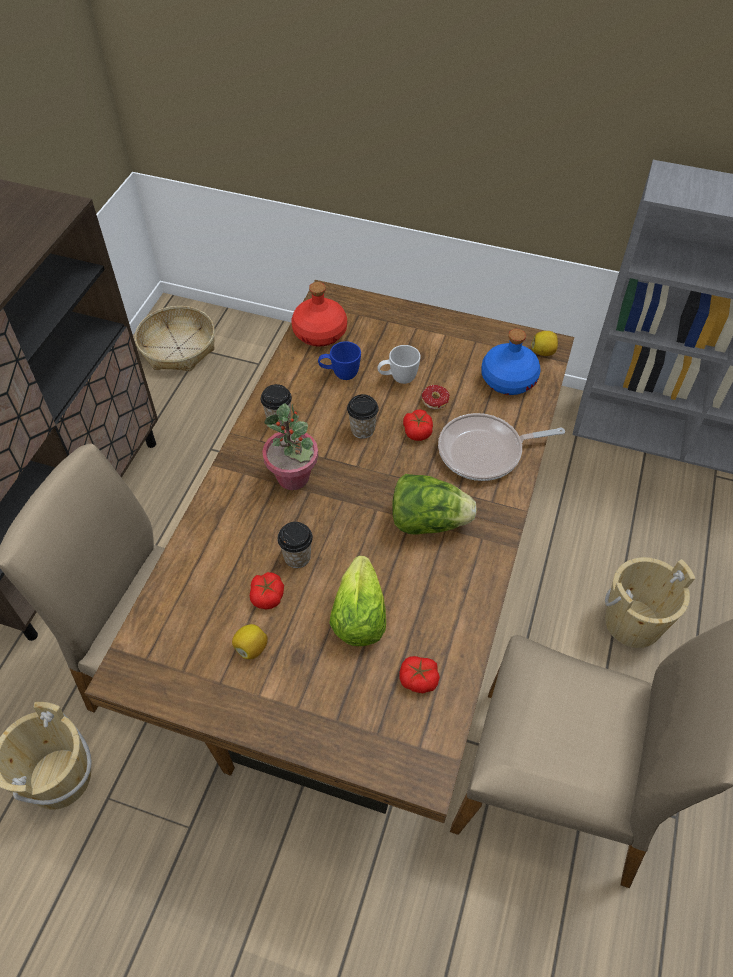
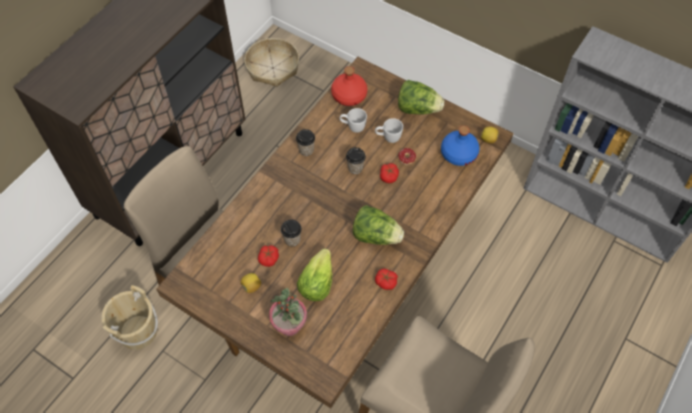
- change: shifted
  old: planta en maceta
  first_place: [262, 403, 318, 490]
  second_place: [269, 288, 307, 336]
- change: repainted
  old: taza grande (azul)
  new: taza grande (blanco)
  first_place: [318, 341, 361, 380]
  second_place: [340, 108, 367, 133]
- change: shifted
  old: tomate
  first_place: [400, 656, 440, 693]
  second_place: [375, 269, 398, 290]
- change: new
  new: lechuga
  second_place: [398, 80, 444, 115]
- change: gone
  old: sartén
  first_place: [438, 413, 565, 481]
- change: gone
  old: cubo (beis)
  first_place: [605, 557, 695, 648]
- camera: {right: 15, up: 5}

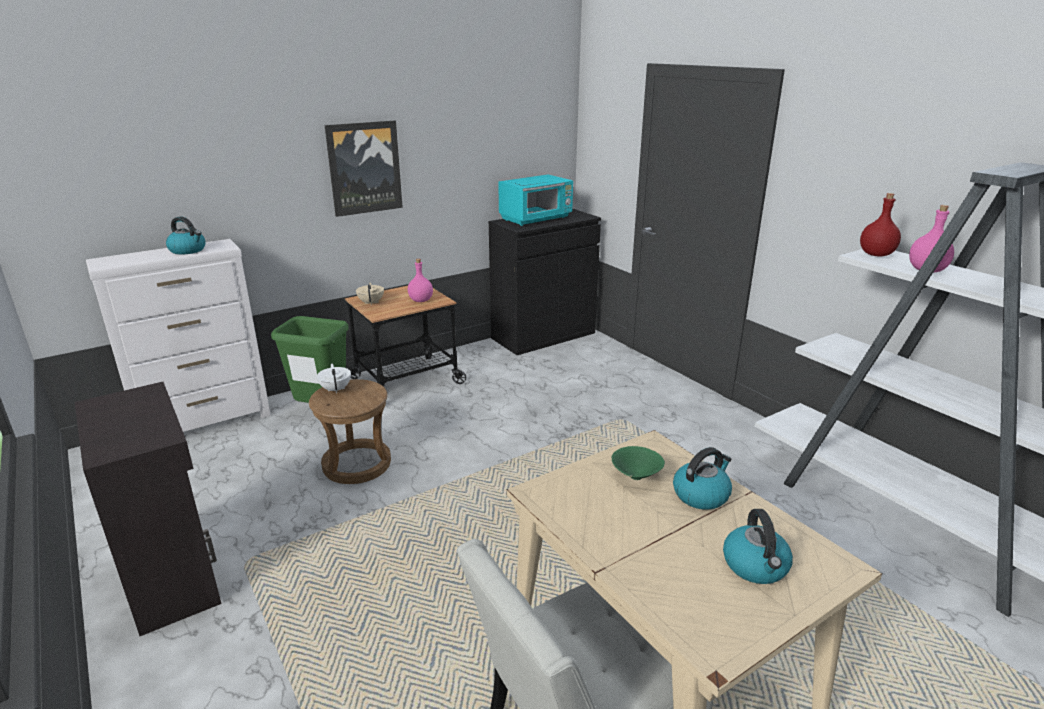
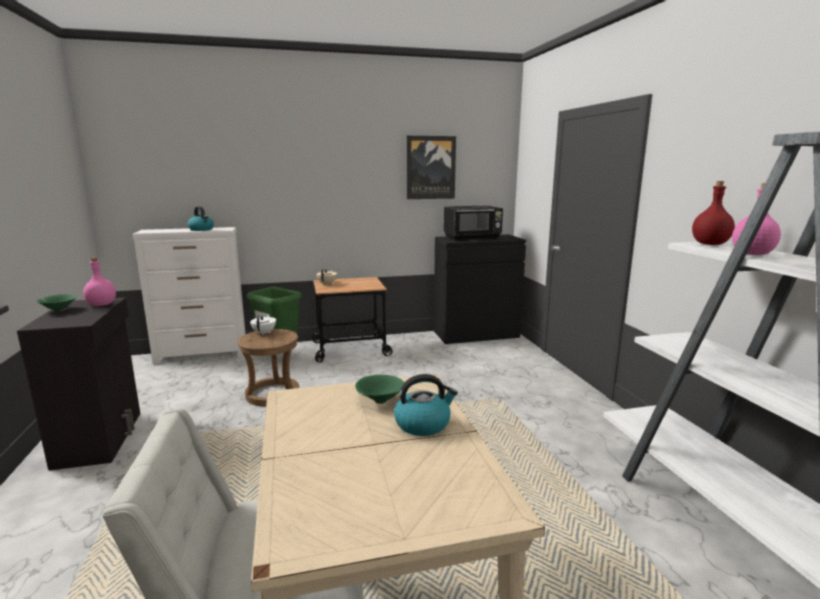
- change: new
  new: cuenco (verde)
  second_place: [36, 294, 77, 312]
- change: shifted
  old: botella (rosa)
  first_place: [408, 259, 433, 302]
  second_place: [83, 257, 116, 306]
- change: shifted
  old: cuadro
  first_place: [325, 120, 403, 217]
  second_place: [407, 136, 456, 199]
- change: repainted
  old: microondas (turquesa)
  new: microondas (negro)
  first_place: [498, 174, 573, 226]
  second_place: [444, 206, 503, 240]
- change: gone
  old: hervidor
  first_place: [723, 509, 793, 584]
- camera: {right: 20, up: -10}

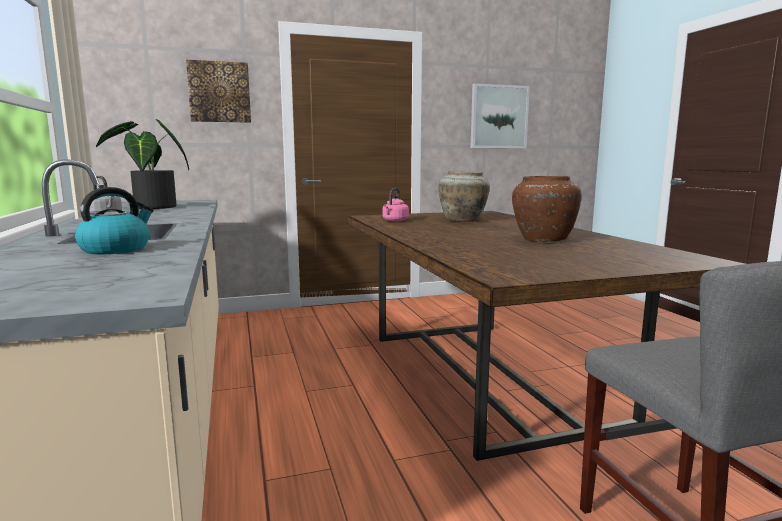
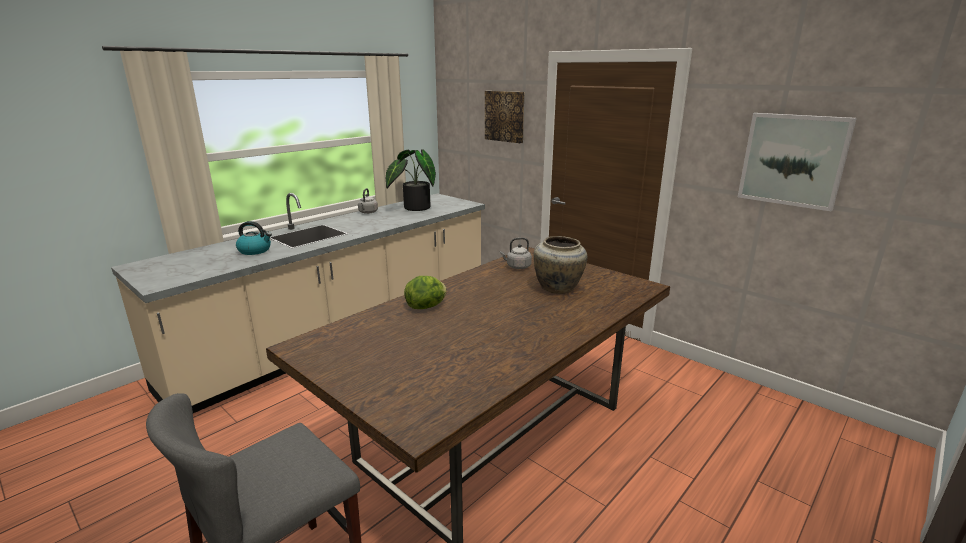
- change: new
  new: lechuga
  second_place: [404, 276, 447, 309]
- change: repainted
  old: hervidor (rosa)
  new: hervidor (gris)
  first_place: [383, 188, 409, 222]
  second_place: [500, 237, 532, 269]
- change: gone
  old: florero (marrón)
  first_place: [512, 176, 582, 242]
- camera: {right: 60, up: 10}

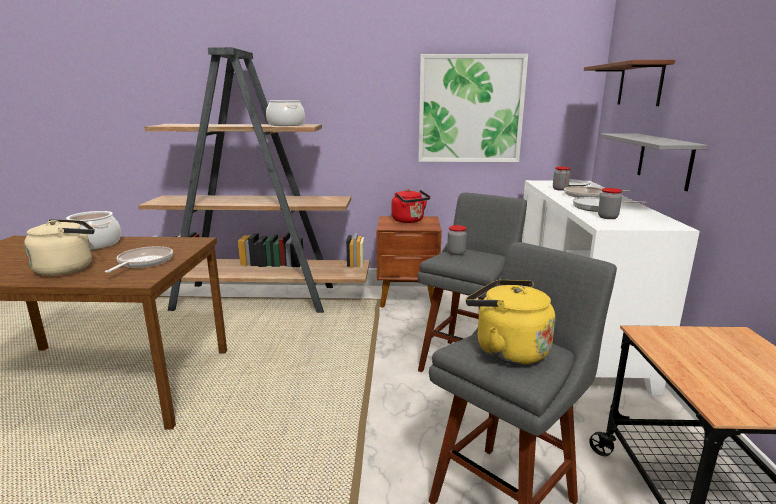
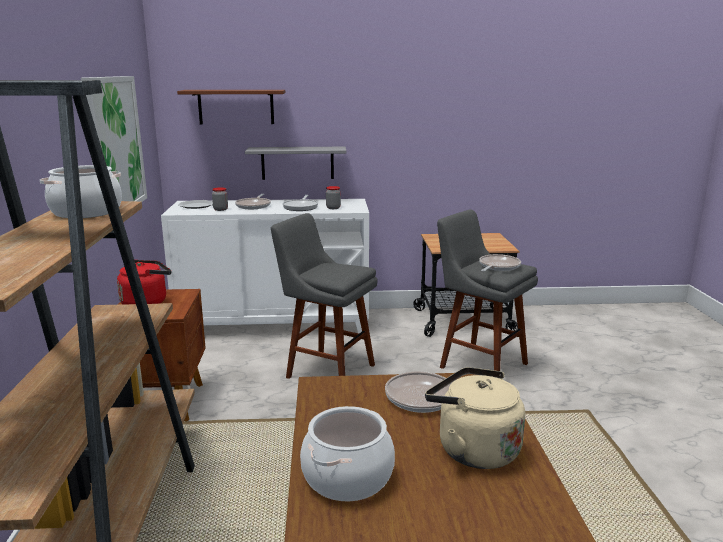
- change: swapped
  old: hervidor (amarillo)
  new: sartén
  first_place: [466, 280, 555, 365]
  second_place: [479, 254, 521, 272]
- change: gone
  old: tarro
  first_place: [447, 225, 467, 255]
- camera: {right: -95, up: 0}

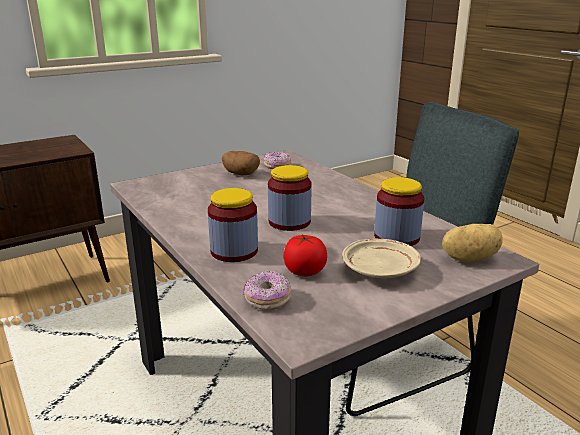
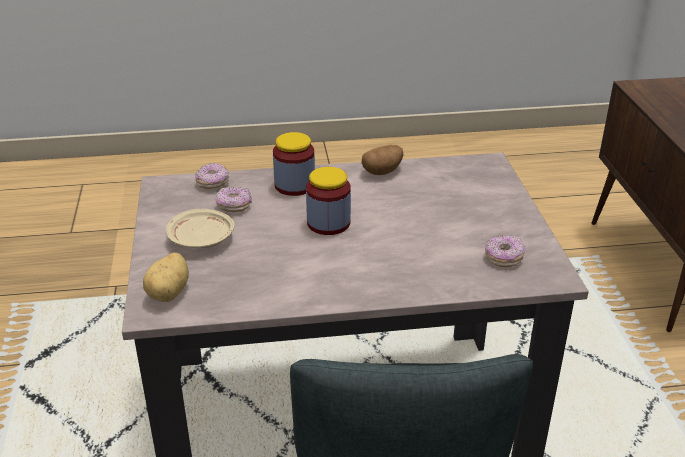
- change: swapped
  old: tomate
  new: rosquilla
  first_place: [284, 234, 327, 276]
  second_place: [215, 187, 252, 212]
- change: shifted
  old: patata
  first_place: [222, 151, 260, 175]
  second_place: [362, 145, 404, 175]
- change: gone
  old: tarro
  first_place: [374, 177, 424, 246]
- camera: {right: 115, up: 10}

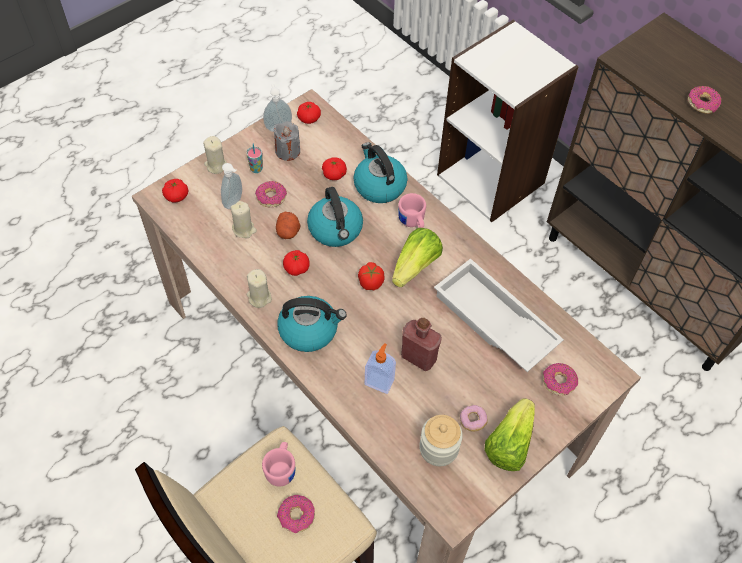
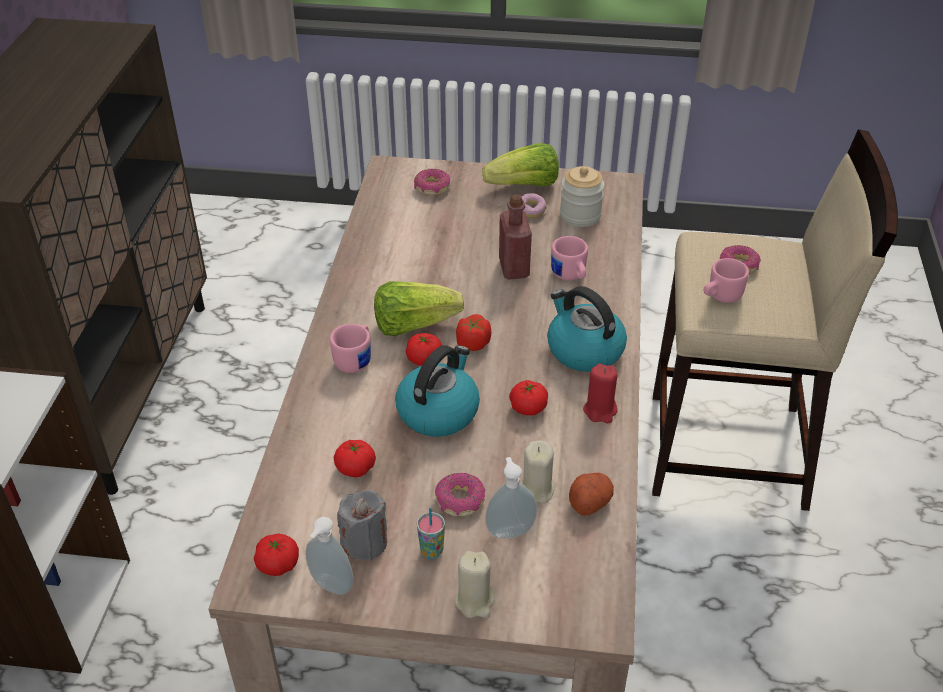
- change: shifted
  old: tomate
  first_place: [162, 179, 189, 202]
  second_place: [406, 333, 442, 366]
- change: swapped
  old: dispensador de jabón
  new: taza grande (rosa)
  first_place: [365, 343, 396, 394]
  second_place: [551, 236, 588, 280]
- change: shifted
  old: patata
  first_place: [276, 212, 301, 239]
  second_place: [569, 473, 614, 516]
- change: repainted
  old: vela (beis)
  new: vela (rojo)
  first_place: [247, 269, 272, 308]
  second_place: [583, 364, 618, 423]
- change: gone
  old: hervidor
  first_place: [353, 142, 407, 203]
- change: gone
  old: bandeja (blanco)
  first_place: [434, 259, 564, 372]
- change: gone
  old: rosquilla
  first_place: [688, 86, 721, 114]
- camera: {right: -130, up: -15}

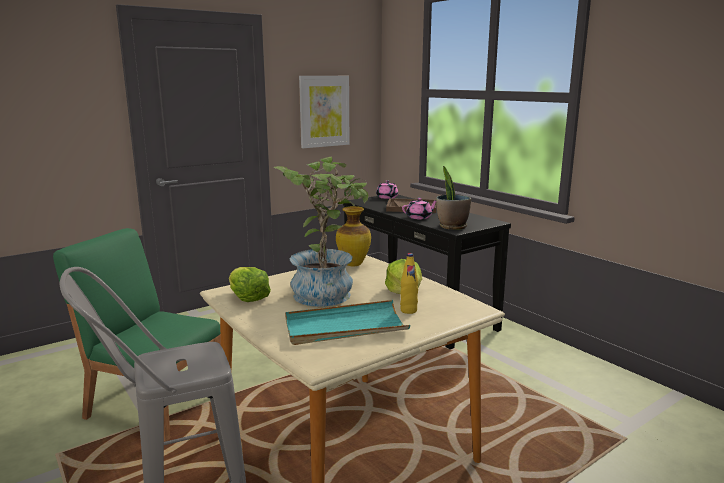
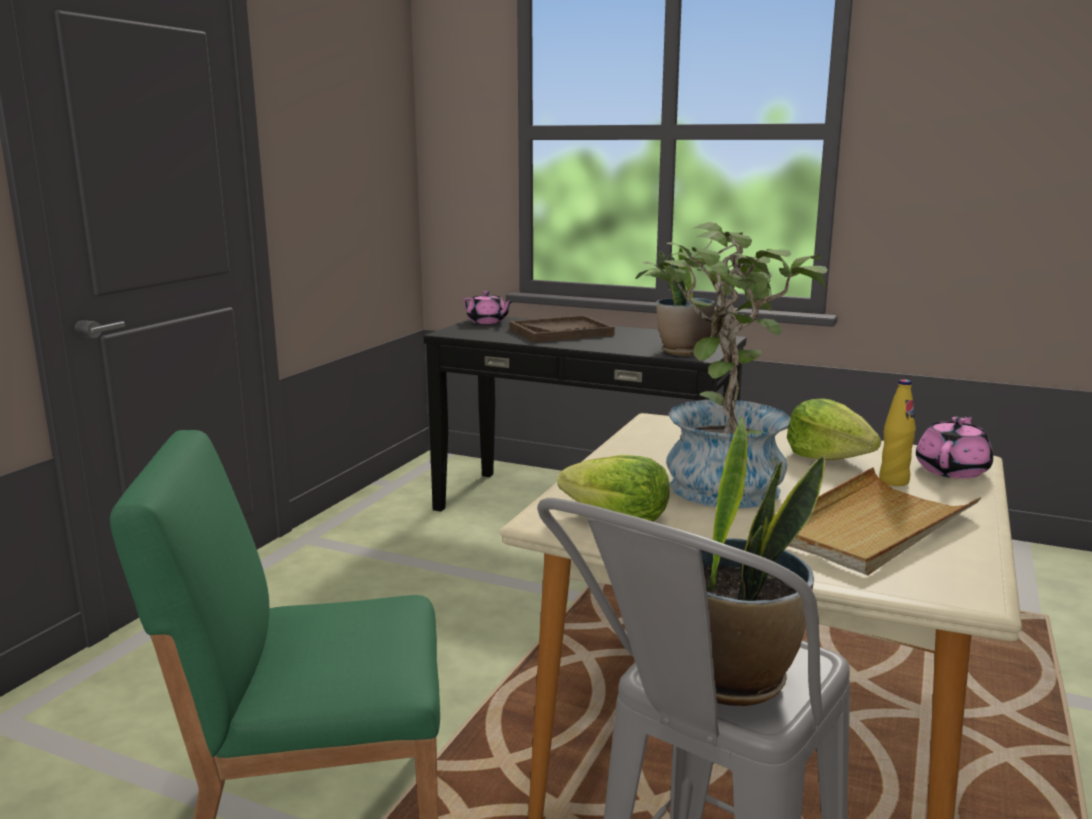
- change: new
  new: planta en maceta
  second_place: [701, 417, 825, 706]
- change: repainted
  old: bandeja (turquesa)
  new: bandeja (beis)
  first_place: [285, 300, 410, 345]
  second_place: [788, 467, 982, 575]
- change: shifted
  old: tetera (rosa)
  first_place: [402, 198, 436, 219]
  second_place: [916, 415, 993, 479]
- change: gone
  old: cuadro
  first_place: [299, 76, 349, 148]
- change: gone
  old: florero
  first_place: [336, 206, 371, 266]
- camera: {right: -30, up: 0}

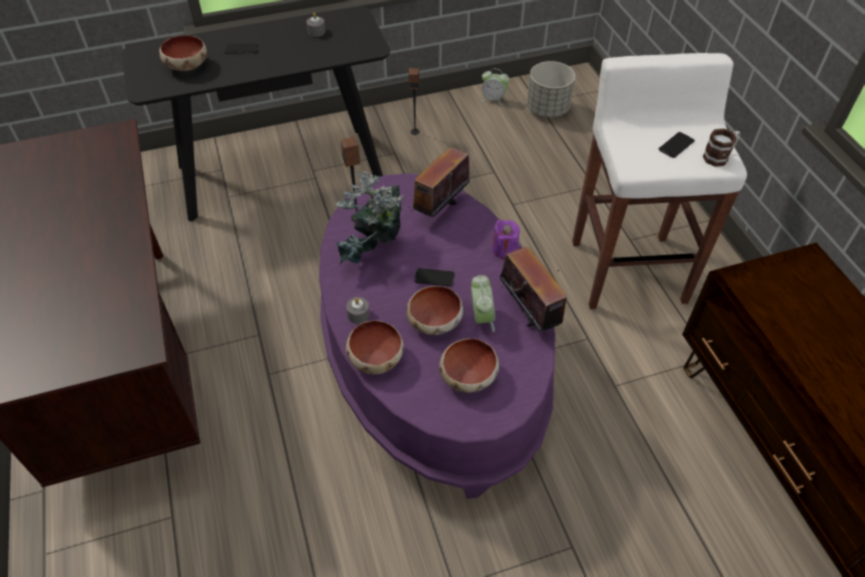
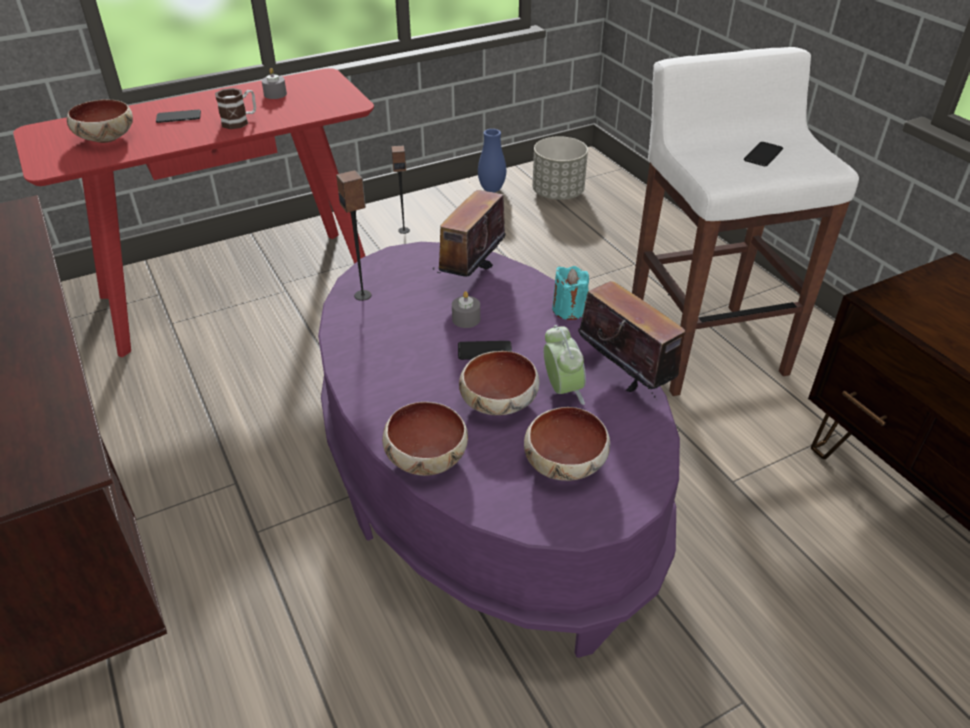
- change: repainted
  old: mesa consola (negro)
  new: mesa consola (rojo)
  first_place: [122, 6, 390, 222]
  second_place: [13, 68, 374, 357]
- change: shifted
  old: taza grande
  first_place: [703, 129, 741, 167]
  second_place: [215, 88, 256, 129]
- change: shifted
  old: vela (gris)
  first_place: [346, 297, 370, 324]
  second_place: [452, 291, 480, 328]
- change: swapped
  old: despertador
  new: florero (azul)
  first_place: [481, 69, 510, 105]
  second_place: [478, 129, 506, 192]
- change: repainted
  old: vela (morado)
  new: vela (turquesa)
  first_place: [492, 220, 520, 259]
  second_place: [552, 266, 589, 320]
- change: gone
  old: planta en maceta
  first_place: [335, 171, 403, 266]
- camera: {right: -10, up: -10}

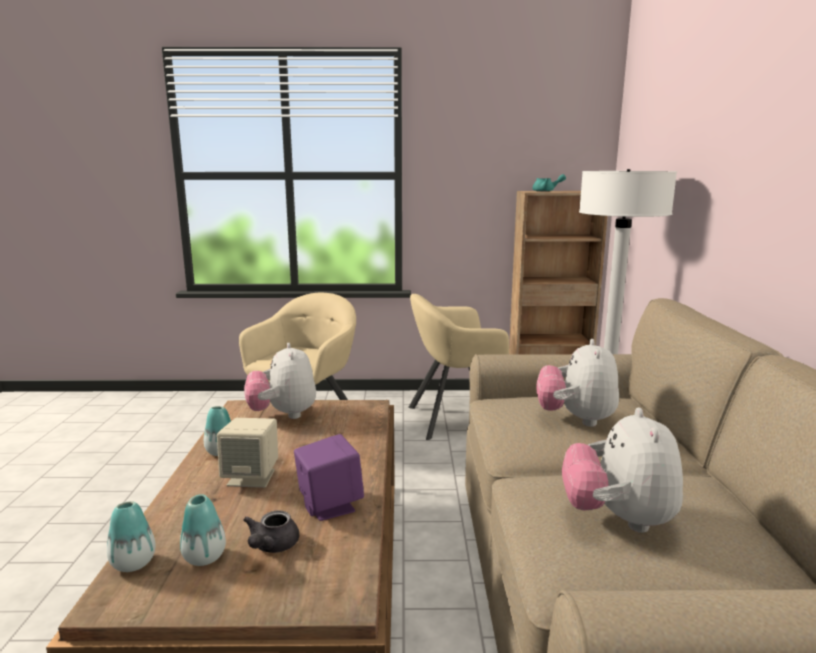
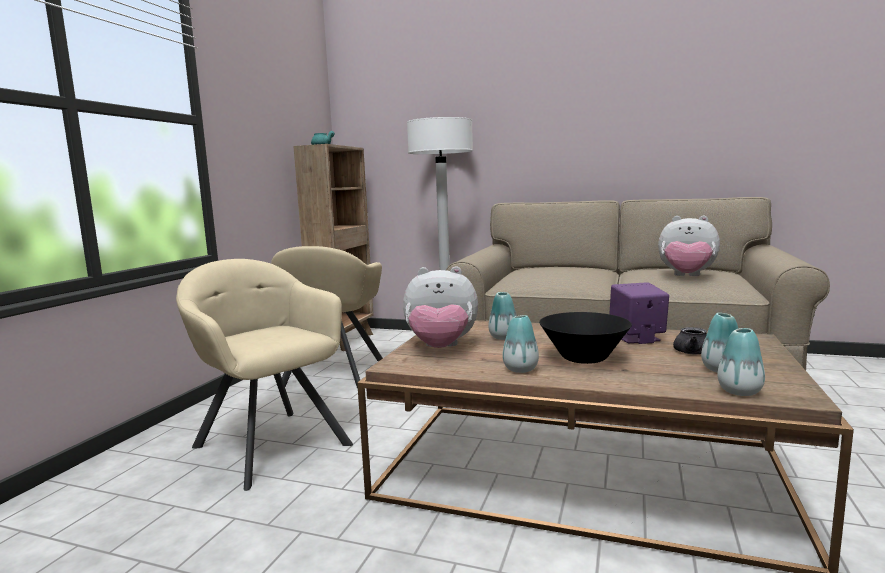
- change: new
  new: florero
  second_place: [488, 292, 517, 340]
- change: swapped
  old: altavoz (beis)
  new: cuenco (negro)
  first_place: [217, 418, 278, 488]
  second_place: [539, 312, 632, 364]
- change: gone
  old: peluche
  first_place: [537, 339, 619, 427]
- camera: {right: -70, up: -5}

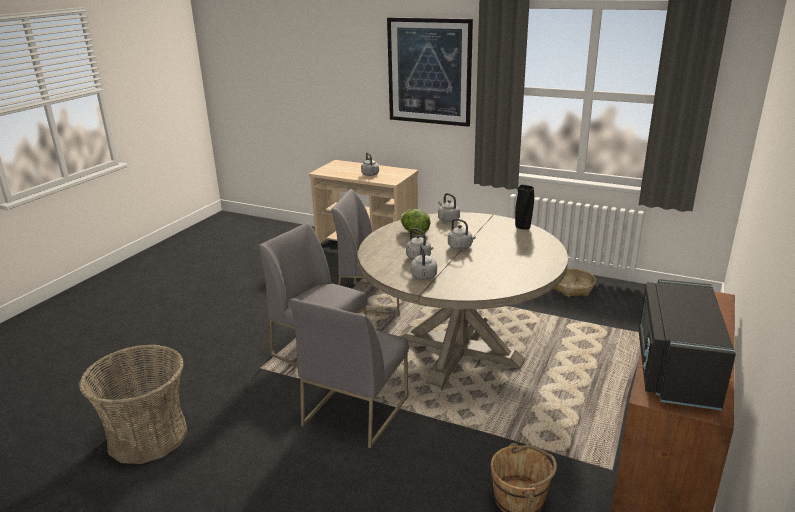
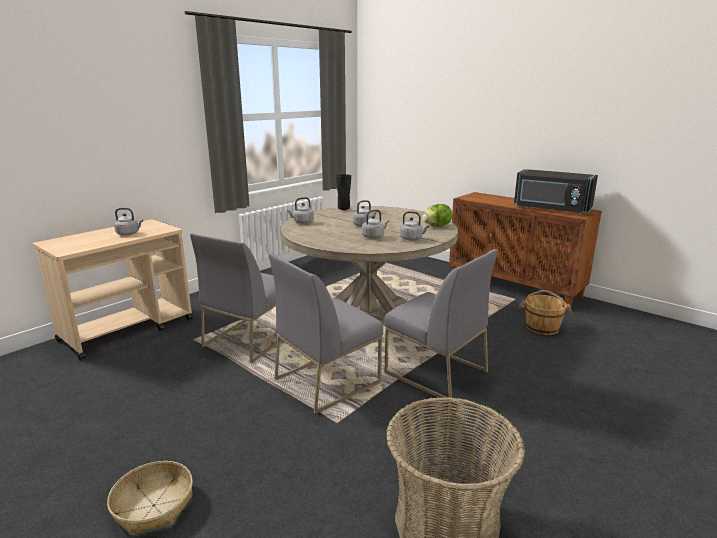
- change: shifted
  old: cesta
  first_place: [553, 268, 596, 297]
  second_place: [107, 461, 193, 535]
- change: shifted
  old: lechuga
  first_place: [400, 209, 431, 235]
  second_place: [423, 204, 452, 226]
- change: gone
  old: cuadro
  first_place: [387, 17, 473, 127]
- camera: {right: -75, up: -5}

